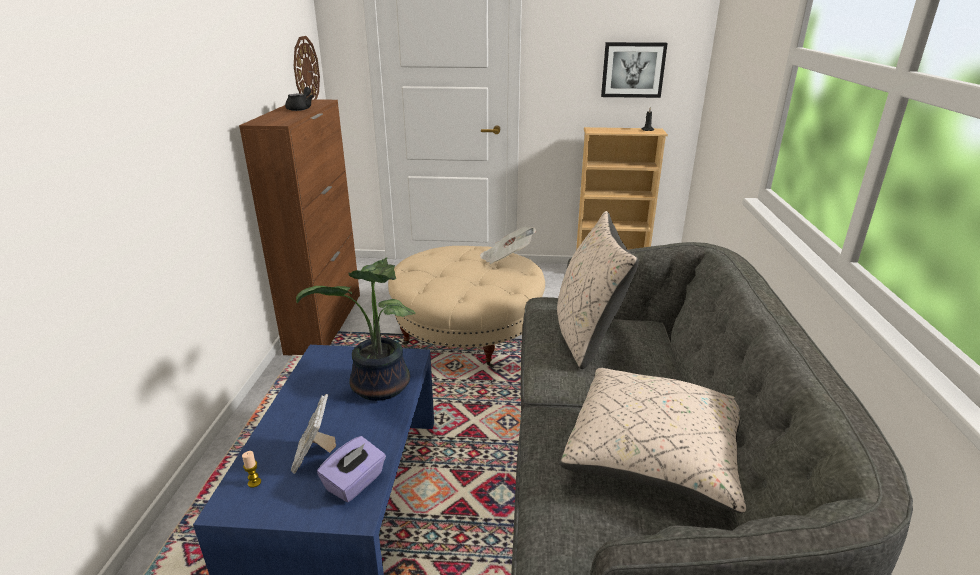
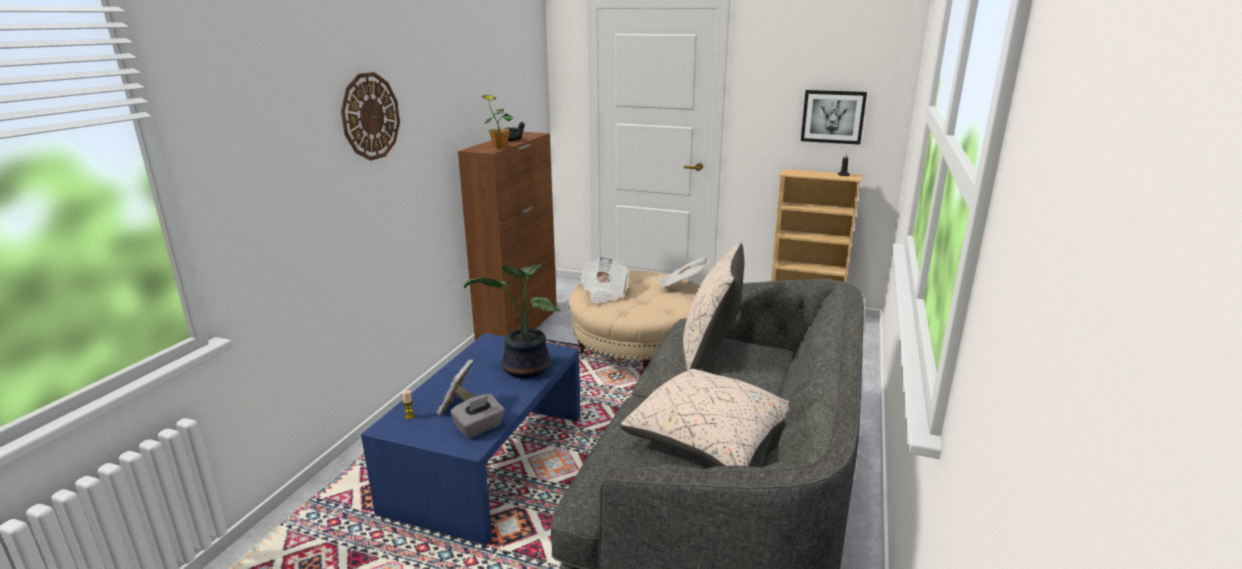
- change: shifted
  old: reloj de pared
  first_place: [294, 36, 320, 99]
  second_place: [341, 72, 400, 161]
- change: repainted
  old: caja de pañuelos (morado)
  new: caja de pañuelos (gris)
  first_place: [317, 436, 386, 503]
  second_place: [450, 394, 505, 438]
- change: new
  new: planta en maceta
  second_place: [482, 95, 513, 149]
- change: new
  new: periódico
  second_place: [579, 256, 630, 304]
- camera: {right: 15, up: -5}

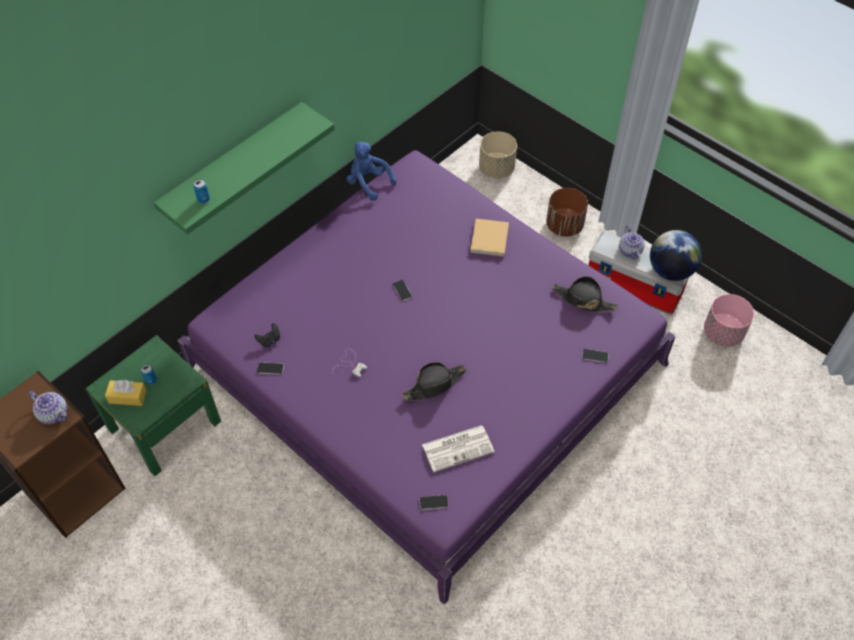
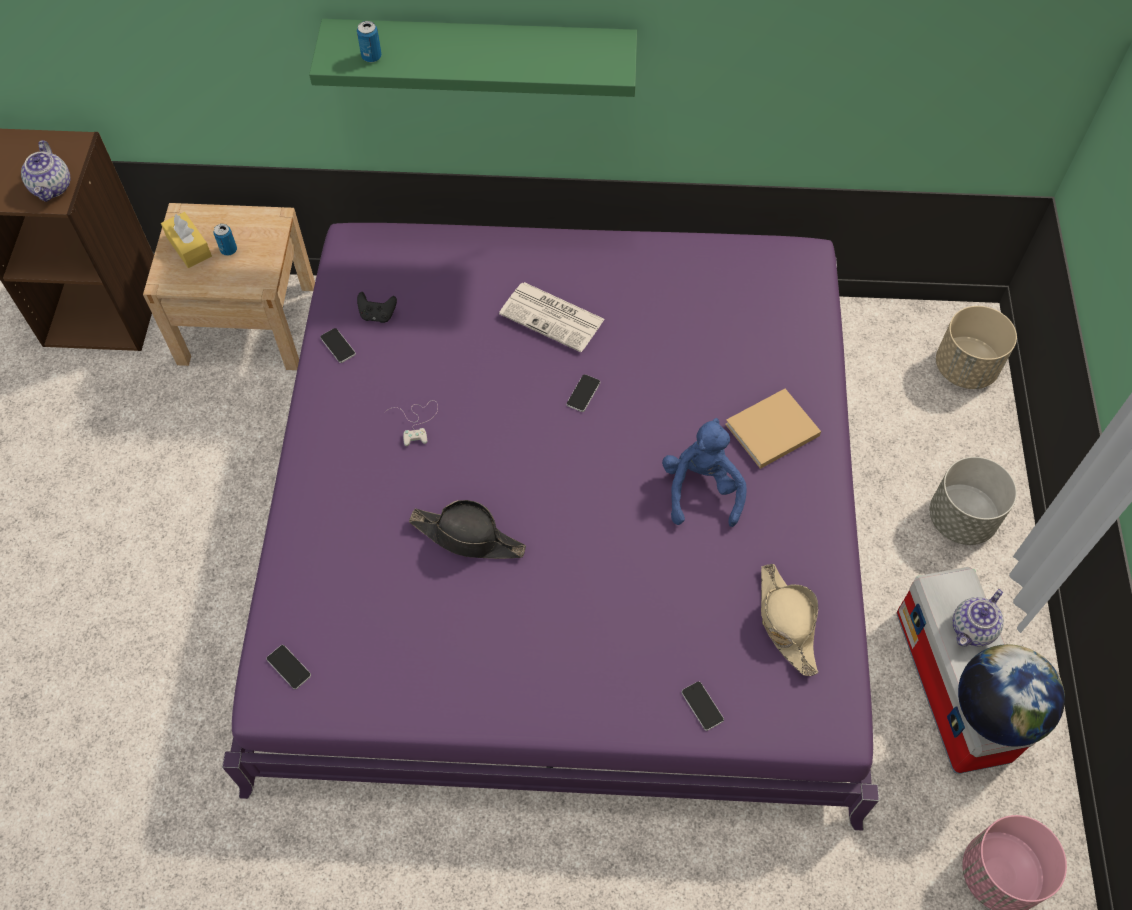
- change: repainted
  old: mesita de noche (verde)
  new: mesita de noche (beis)
  first_place: [85, 335, 221, 476]
  second_place: [143, 203, 315, 370]
- change: shifted
  old: periódico
  first_place: [422, 425, 495, 472]
  second_place: [499, 282, 605, 352]
- change: shifted
  old: peluche (azul)
  first_place: [347, 142, 396, 201]
  second_place: [662, 418, 747, 527]
- change: repainted
  old: sombrero (negro)
  new: sombrero (beis)
  first_place: [552, 276, 618, 312]
  second_place: [761, 564, 818, 676]
- change: repainted
  old: maceta (marrón)
  new: maceta (gris)
  first_place: [546, 188, 588, 237]
  second_place: [930, 457, 1017, 545]
- camera: {right: 50, up: 5}

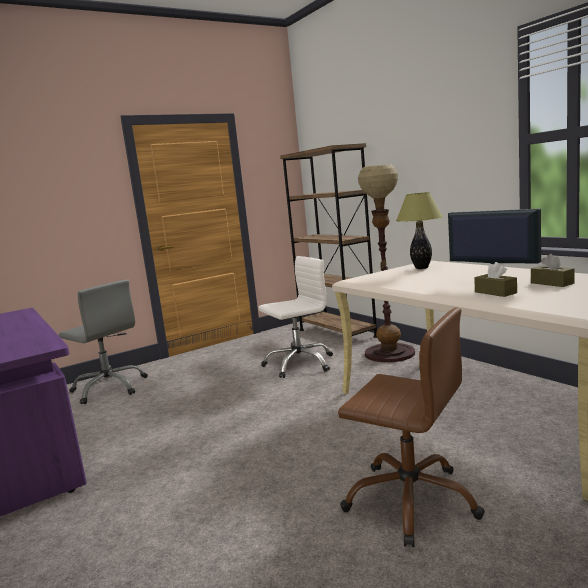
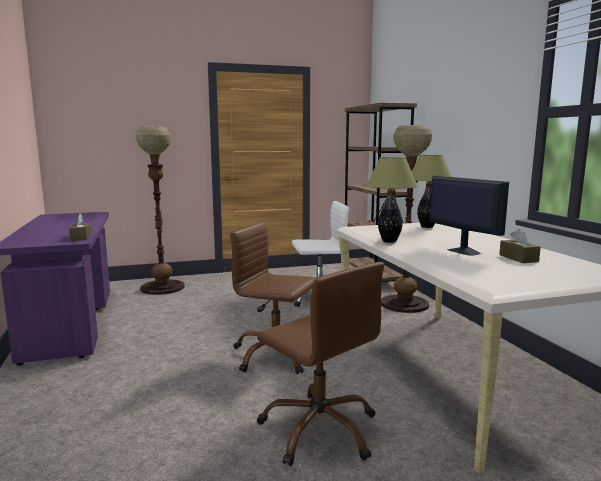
- change: shifted
  old: caja de pañuelos (marrón)
  first_place: [474, 262, 517, 297]
  second_place: [69, 214, 92, 241]
- change: swapped
  old: silla de oficina (gris)
  new: lámpara de pie
  first_place: [59, 279, 148, 404]
  second_place: [136, 127, 185, 295]
- change: new
  new: silla de oficina (marrón)
  second_place: [230, 222, 317, 374]
- change: new
  new: lámpara de mesa
  second_place: [366, 157, 418, 243]
- camera: {right: 15, up: 0}

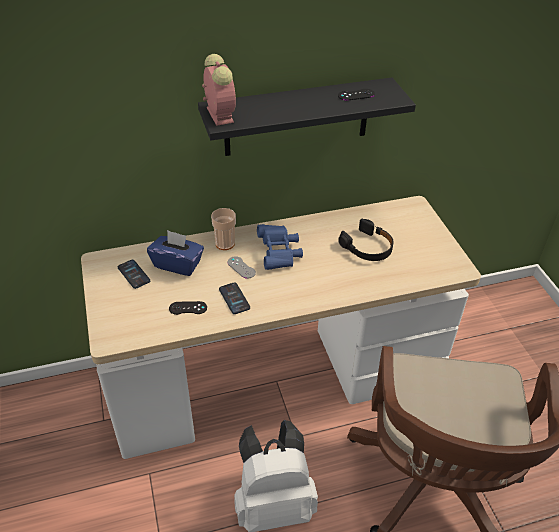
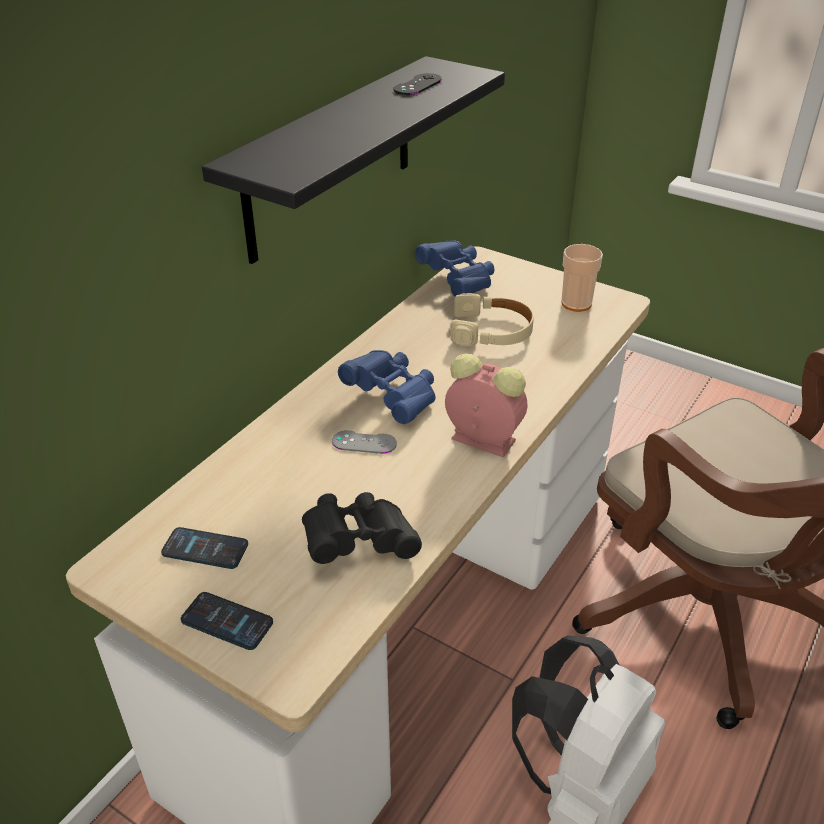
- change: shifted
  old: móvil
  first_place: [219, 282, 250, 314]
  second_place: [181, 592, 273, 650]
- change: swapped
  old: mando de consola (negro)
  new: prismáticos (negro)
  first_place: [169, 301, 207, 315]
  second_place: [302, 492, 422, 564]
- change: new
  new: prismáticos (azul)
  second_place: [415, 240, 494, 296]
- change: shifted
  old: despertador
  first_place: [202, 54, 236, 126]
  second_place: [445, 354, 527, 458]
- change: repainted
  old: auriculares (negro)
  new: auriculares (beis)
  first_place: [338, 219, 394, 261]
  second_place: [451, 293, 534, 346]
- change: shifted
  old: taza
  first_place: [211, 208, 236, 250]
  second_place: [561, 244, 603, 312]
- change: gone
  old: caja de pañuelos (azul)
  first_place: [147, 230, 204, 276]
- camera: {right: -40, up: -5}

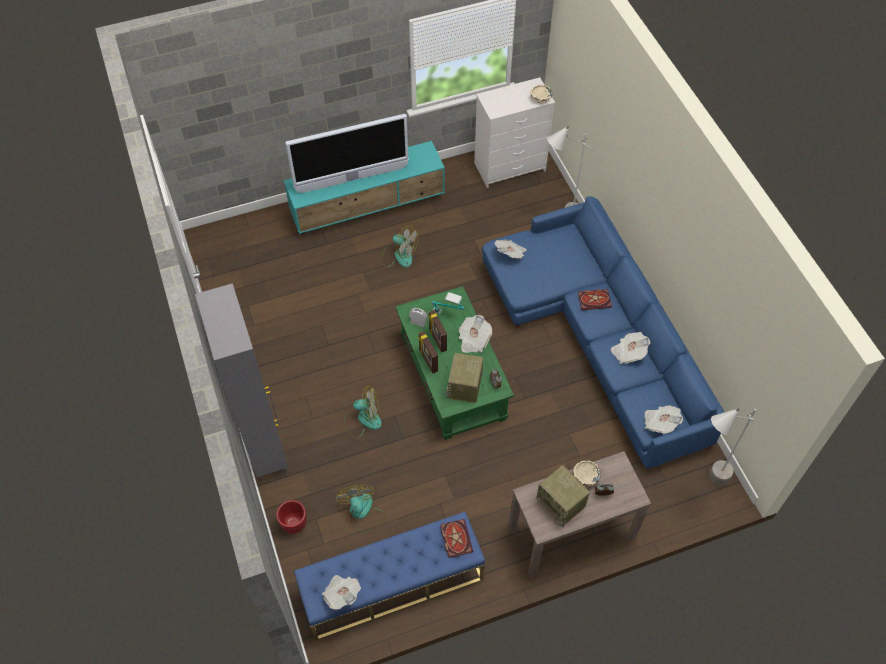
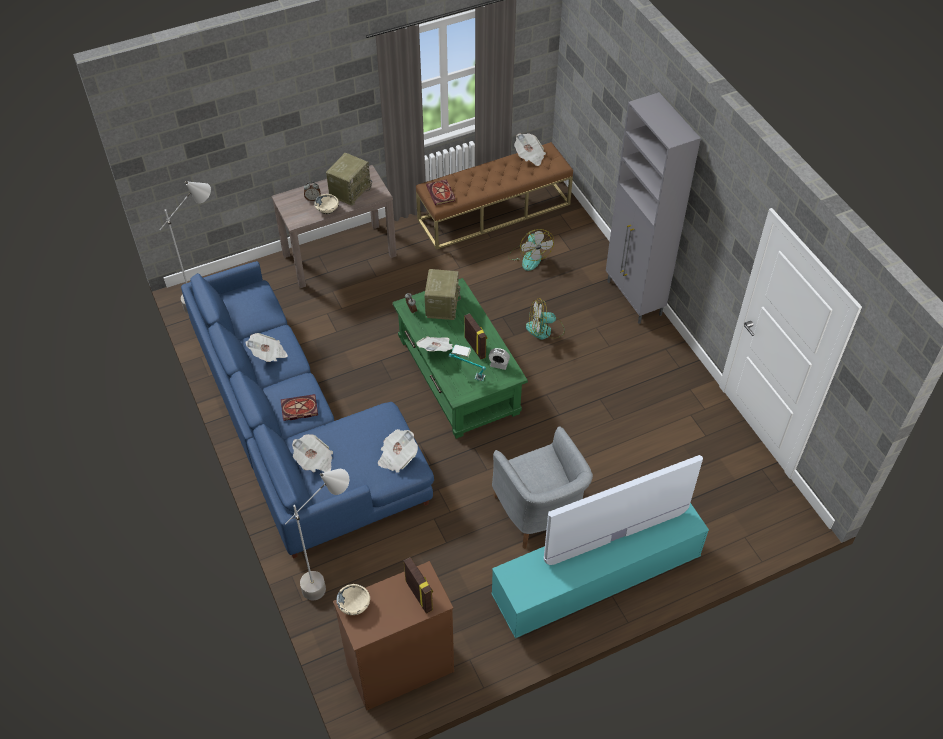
- change: shifted
  old: periódico
  first_place: [645, 405, 683, 434]
  second_place: [292, 434, 333, 472]
- change: rotated
  old: radio
  first_place: [537, 465, 590, 527]
  second_place: [326, 153, 372, 206]
  degrees: 75
- change: repainted
  old: cómoda (blanco)
  new: cómoda (marrón)
  first_place: [474, 77, 555, 188]
  second_place: [333, 561, 454, 711]
- change: shifted
  old: portarretratos
  first_place: [418, 331, 438, 374]
  second_place: [404, 557, 433, 614]
- change: repainted
  old: banco (azul)
  new: banco (marrón)
  first_place: [294, 512, 485, 641]
  second_place: [416, 142, 573, 250]
- change: swapped
  old: ventilador
  new: sillón (gris)
  first_place: [381, 226, 418, 268]
  second_place: [492, 426, 593, 549]
- change: gone
  old: maceta (rojo)
  first_place: [276, 500, 307, 534]
- camera: {right: 175, up: -5}

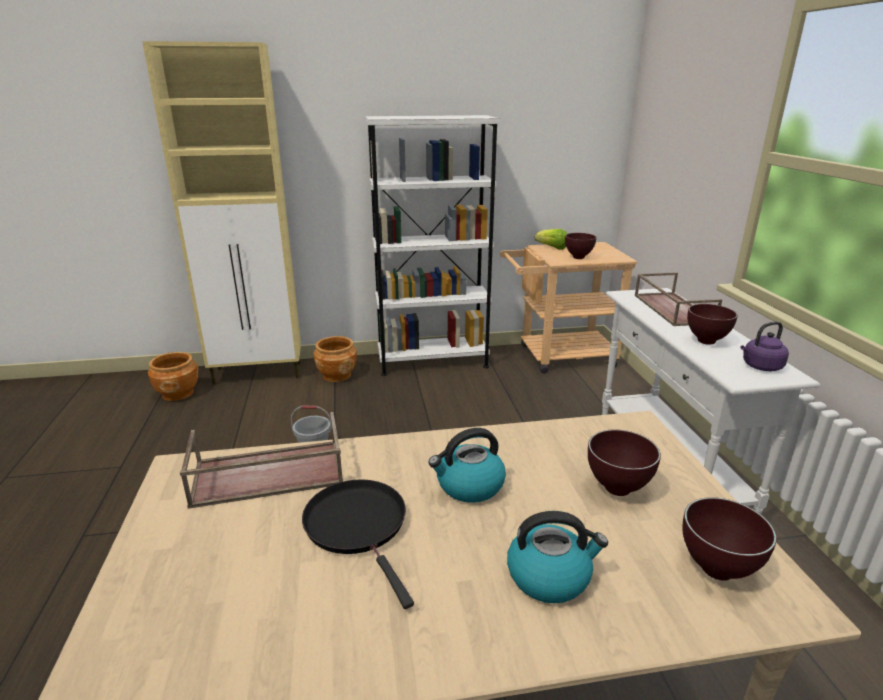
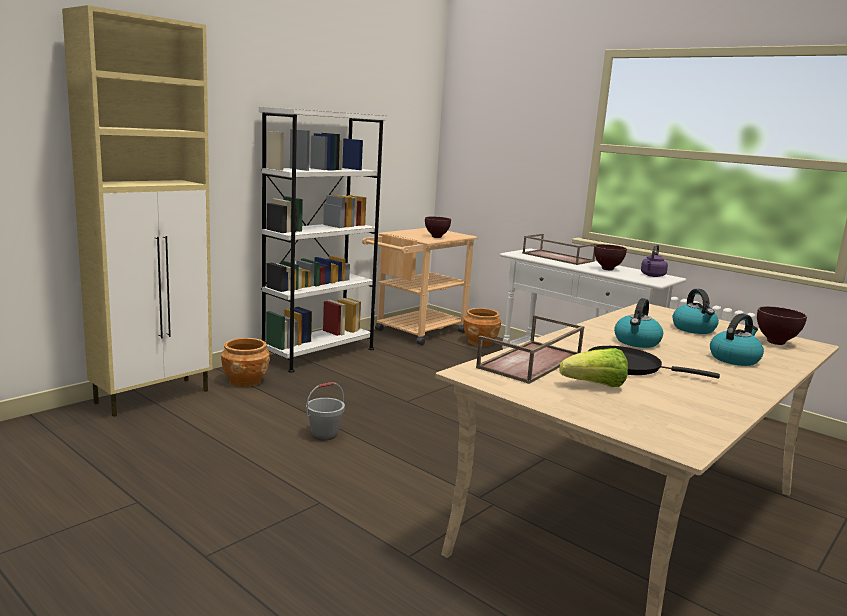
- change: shifted
  old: maceta (marrón)
  first_place: [148, 352, 199, 401]
  second_place: [463, 308, 501, 346]
- change: shifted
  old: lechuga
  first_place: [534, 229, 567, 250]
  second_place: [559, 348, 628, 387]
- change: swapped
  old: cuenco (marrón)
  new: hervidor
  first_place: [588, 429, 661, 496]
  second_place: [672, 289, 719, 334]
- camera: {right: -40, up: -10}

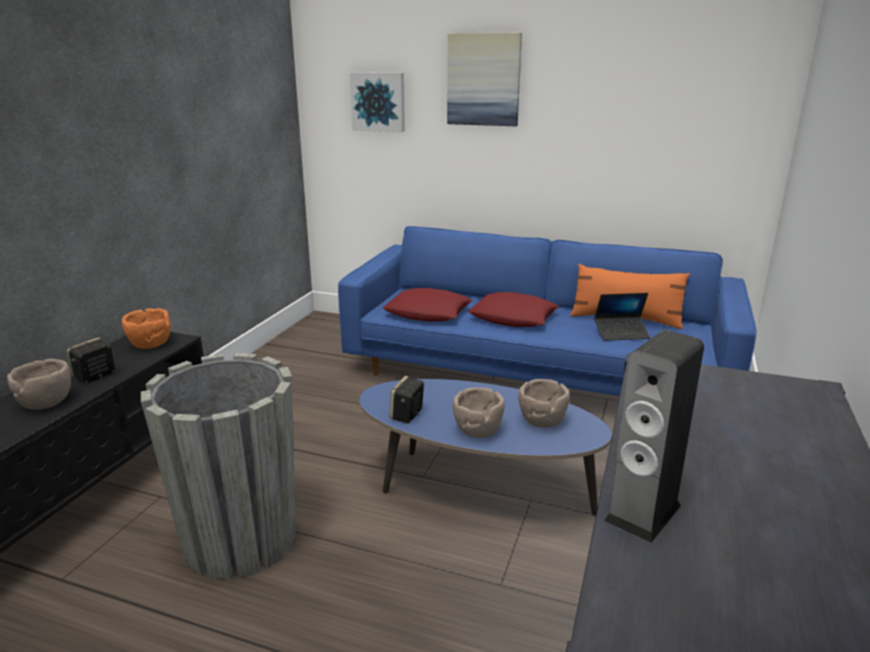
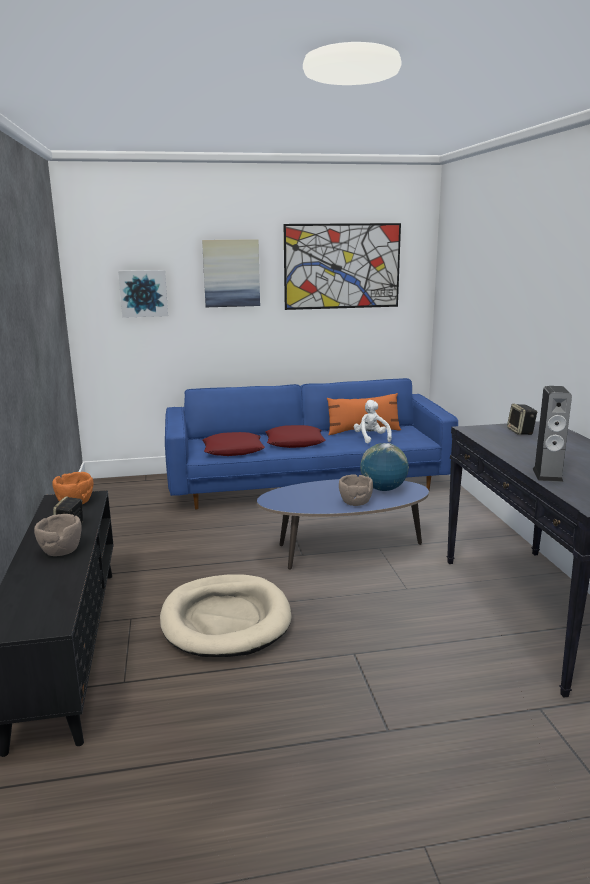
- change: swapped
  old: maceta (gris)
  new: cama para perro (beis)
  first_place: [141, 353, 296, 579]
  second_place: [160, 574, 291, 657]
- change: new
  new: cuadro
  second_place: [284, 223, 401, 310]
- change: swapped
  old: portátil
  new: peluche (blanco)
  first_place: [594, 293, 650, 341]
  second_place: [354, 400, 392, 443]
- change: swapped
  old: cuenco (marrón)
  new: globo terráqueo
  first_place: [518, 379, 570, 428]
  second_place: [360, 443, 409, 491]
- change: shifted
  old: altavoz
  first_place: [389, 376, 424, 423]
  second_place: [507, 404, 537, 435]
- camera: {right: -30, up: -5}

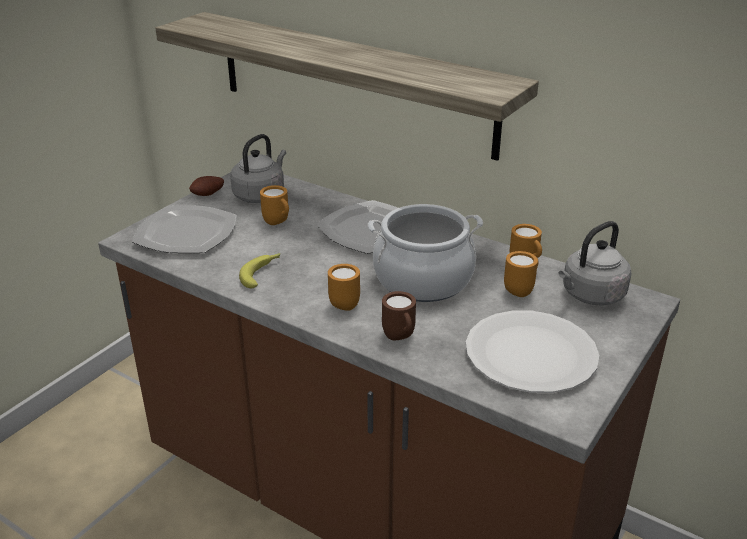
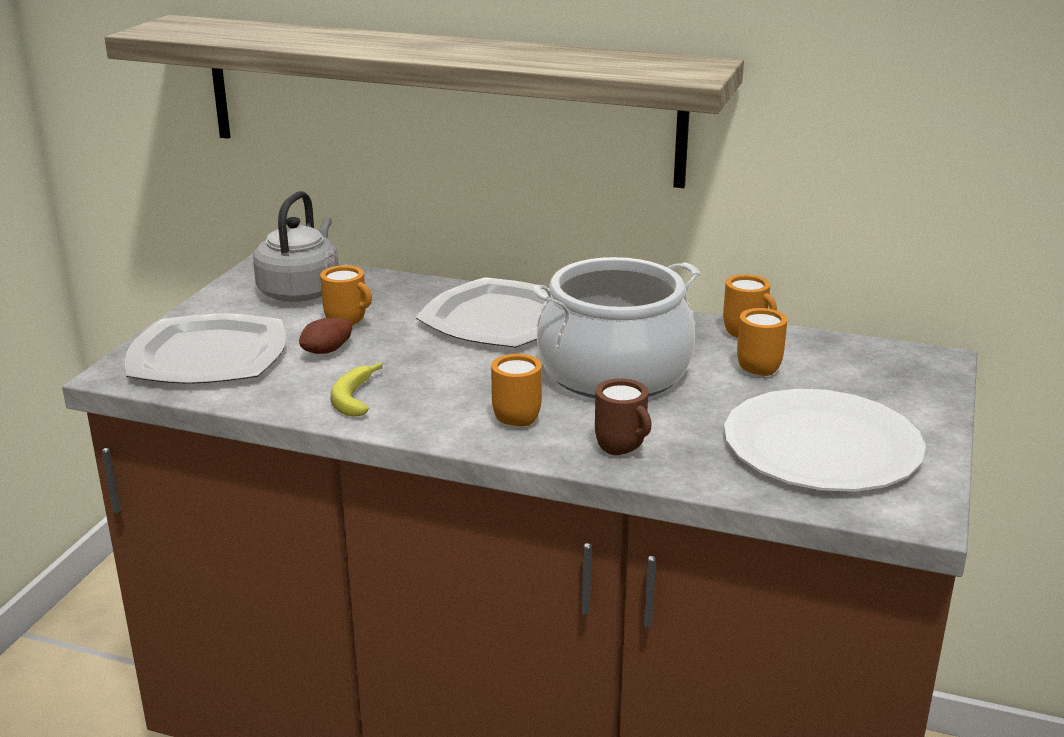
- change: shifted
  old: patata
  first_place: [189, 176, 224, 196]
  second_place: [299, 318, 352, 354]
- change: gone
  old: hervidor (gris)
  first_place: [559, 221, 631, 306]
- camera: {right: -15, up: -5}

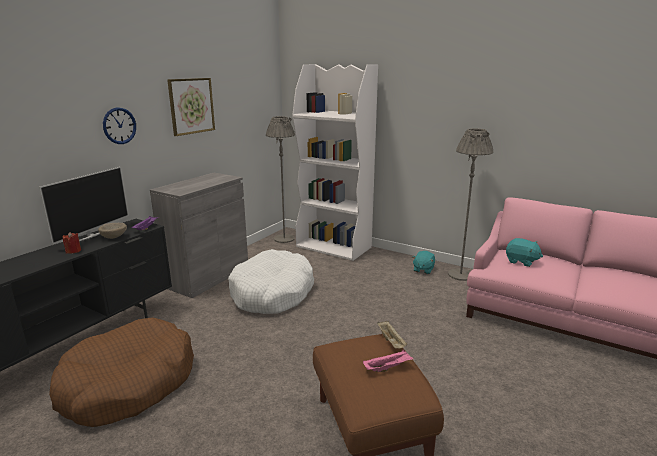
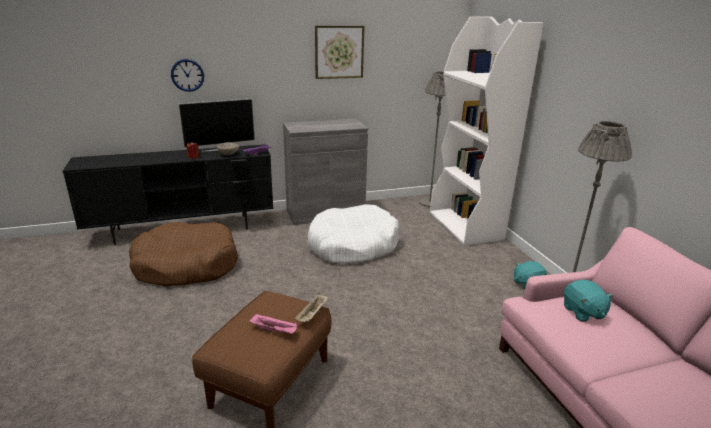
- change: shifted
  old: reloj de pared
  first_place: [103, 107, 136, 144]
  second_place: [171, 59, 204, 92]
- camera: {right: 40, up: 5}

